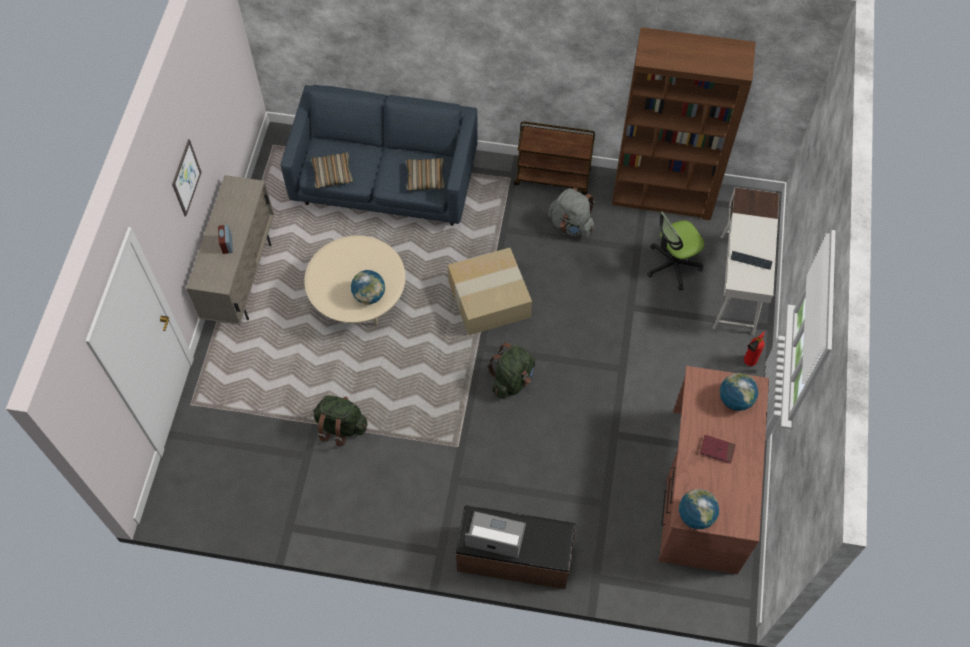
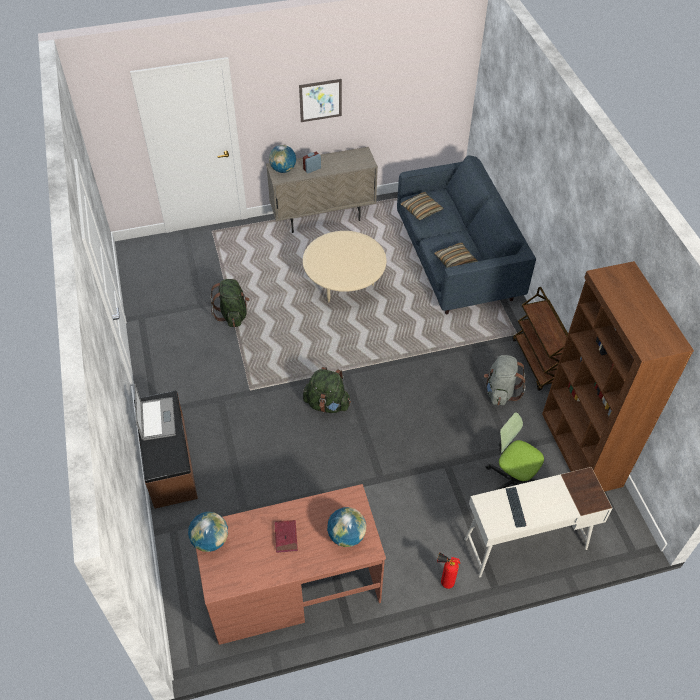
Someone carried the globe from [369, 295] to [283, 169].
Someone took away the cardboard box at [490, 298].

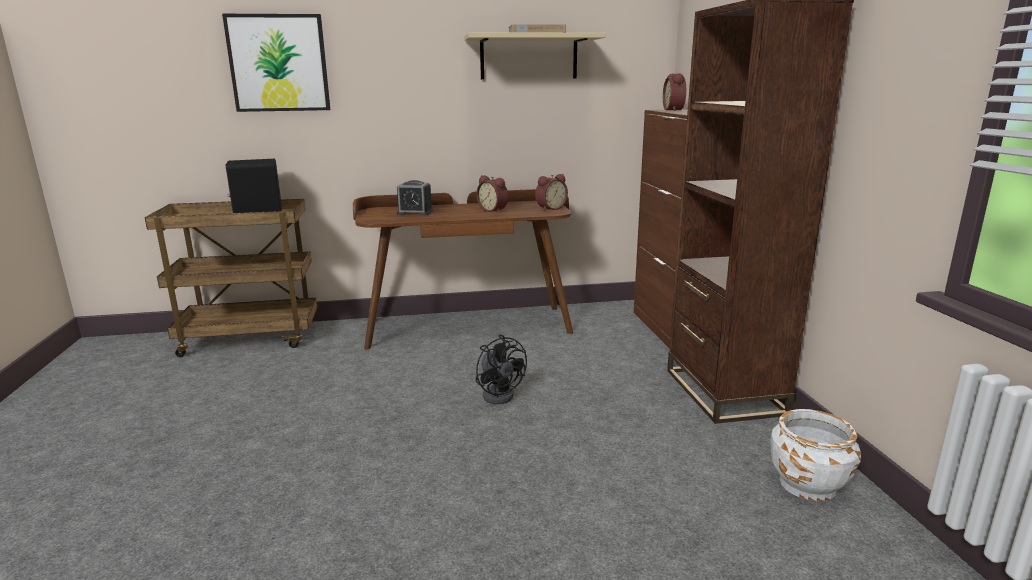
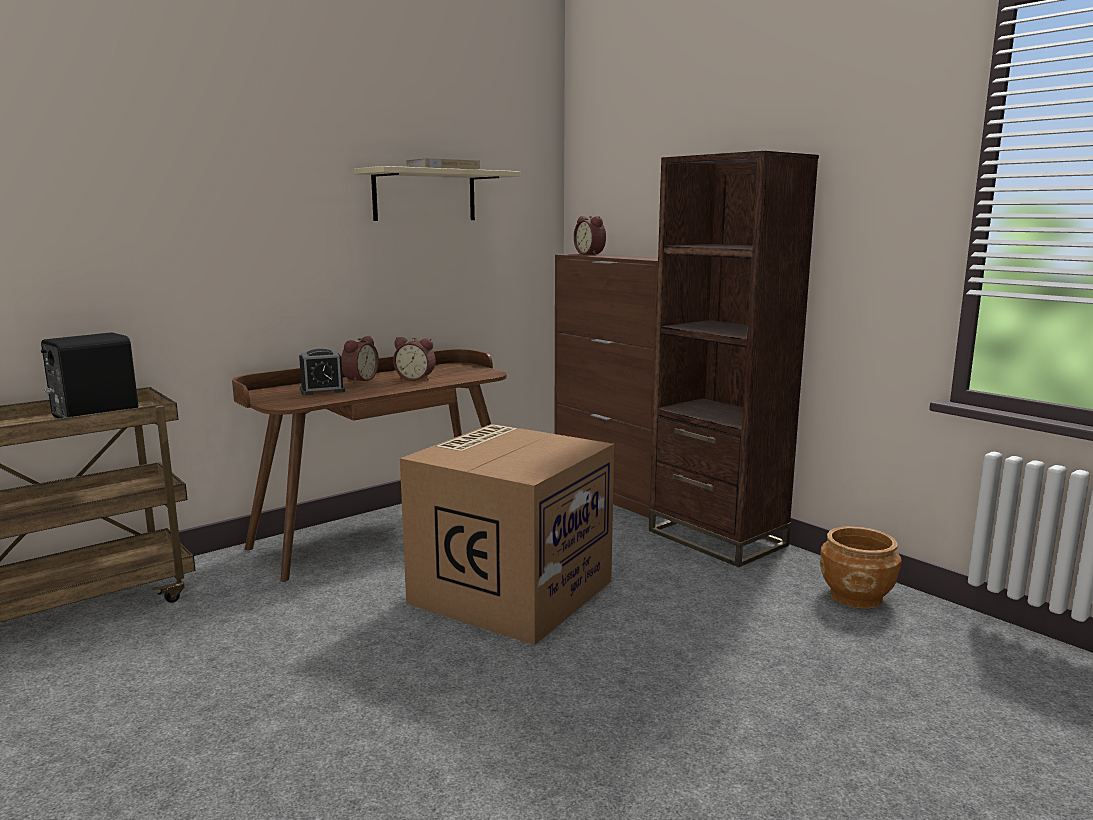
Someone carried the alarm clock from [550, 208] to [359, 380].
Someone swapped the electric fan in black-coloured at [500, 393] for the cardboard box at [511, 590].
Someone repainted the flower pot in white at [807, 484], which became the flower pot in brownish at [856, 597].
Someone took away the wall picture at [279, 63].

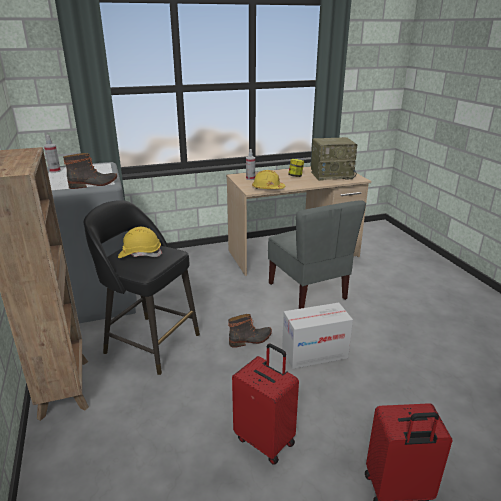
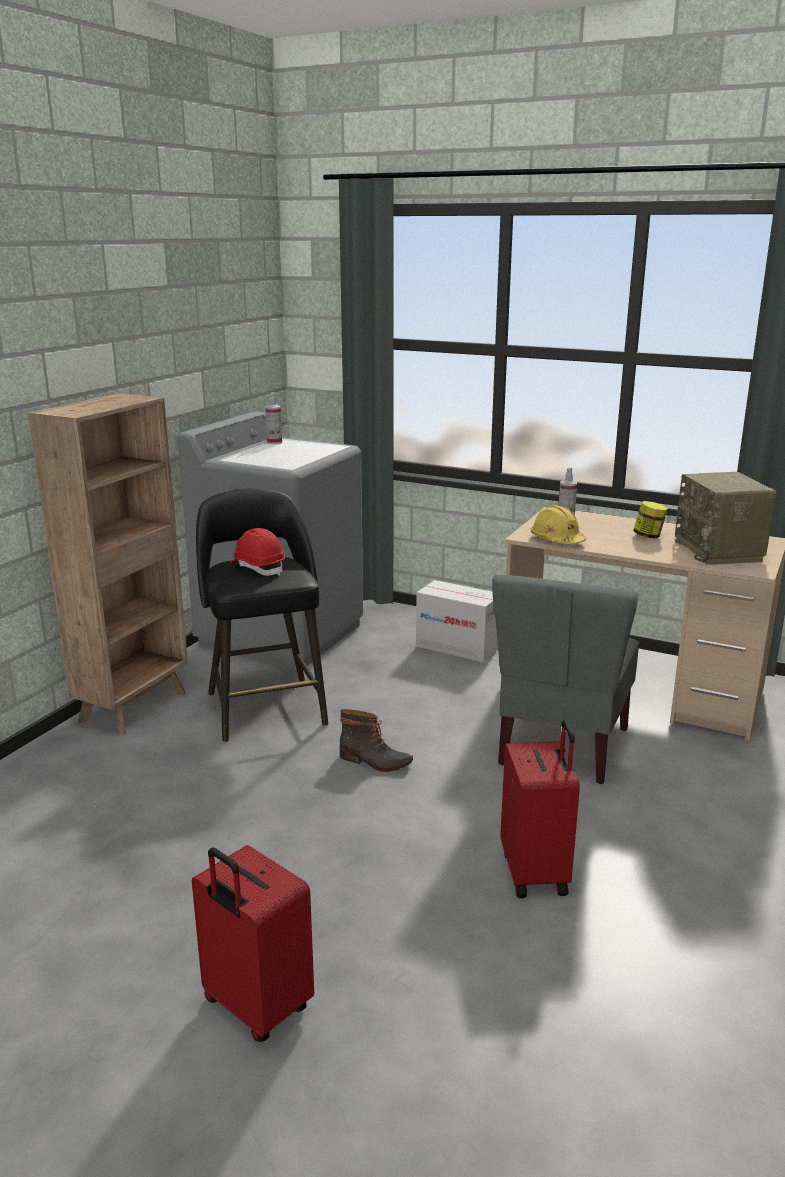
Someone repainted the safety helmet in yellow at [140, 254], which became the safety helmet in reddish at [258, 568].
Someone carried the cardboard box from [314, 353] to [457, 647].
Someone carried the suitcase in reddish from [265, 440] to [536, 872].
Someone rotated the radio receiver at [332, 175] by 45 degrees clockwise.
Someone took away the boot at [94, 184].

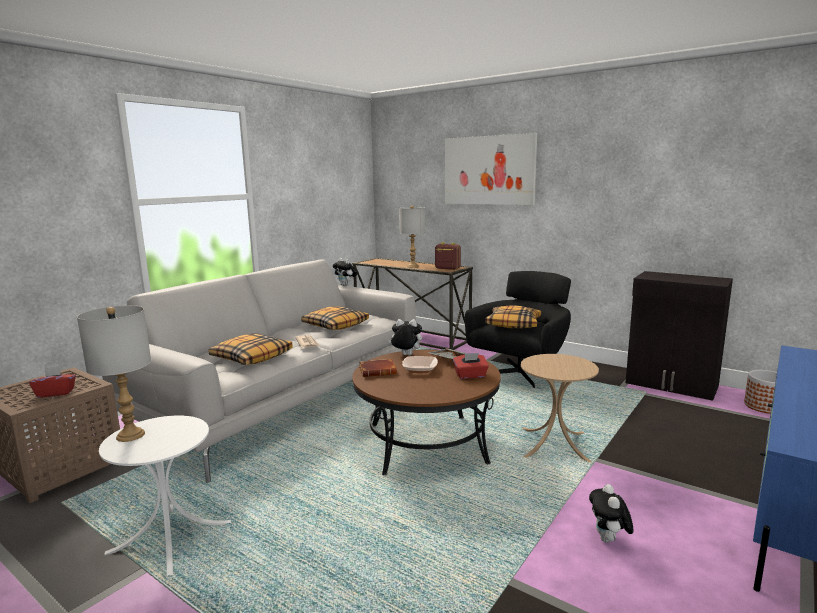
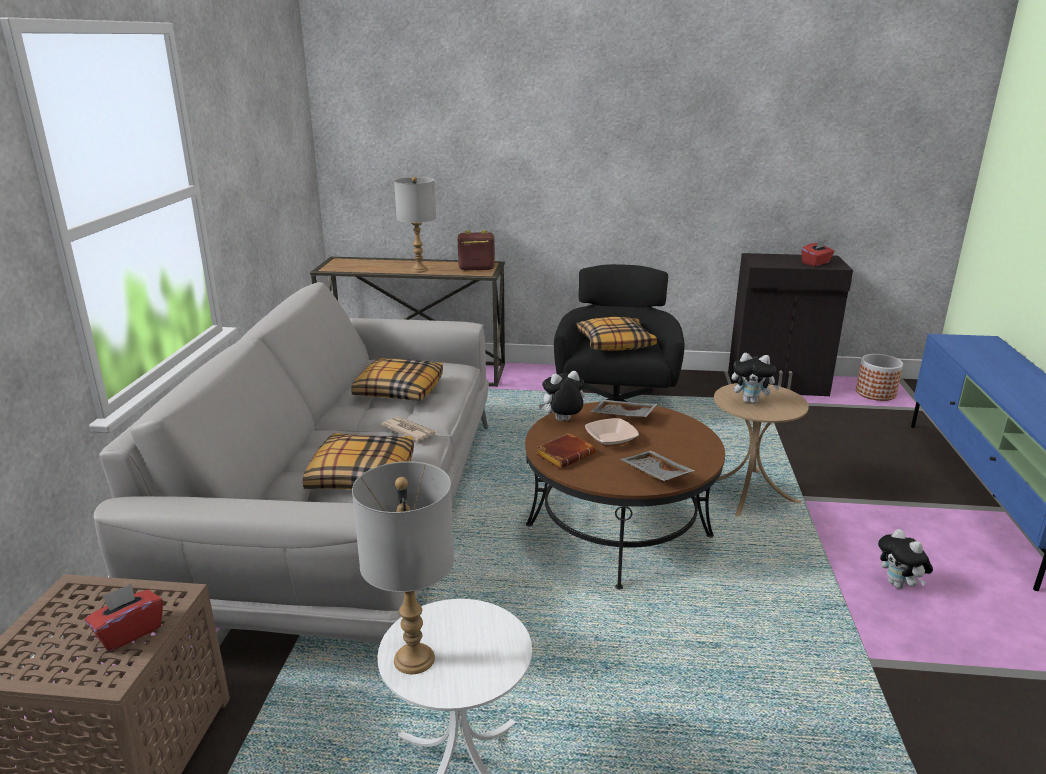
Someone put down the serving tray in grey at [654, 474].
Someone carried the soft toy from [345, 285] to [751, 401].
Someone carried the tissue box in reddish from [470, 375] to [816, 263].
Someone took away the wall picture at [489, 170].

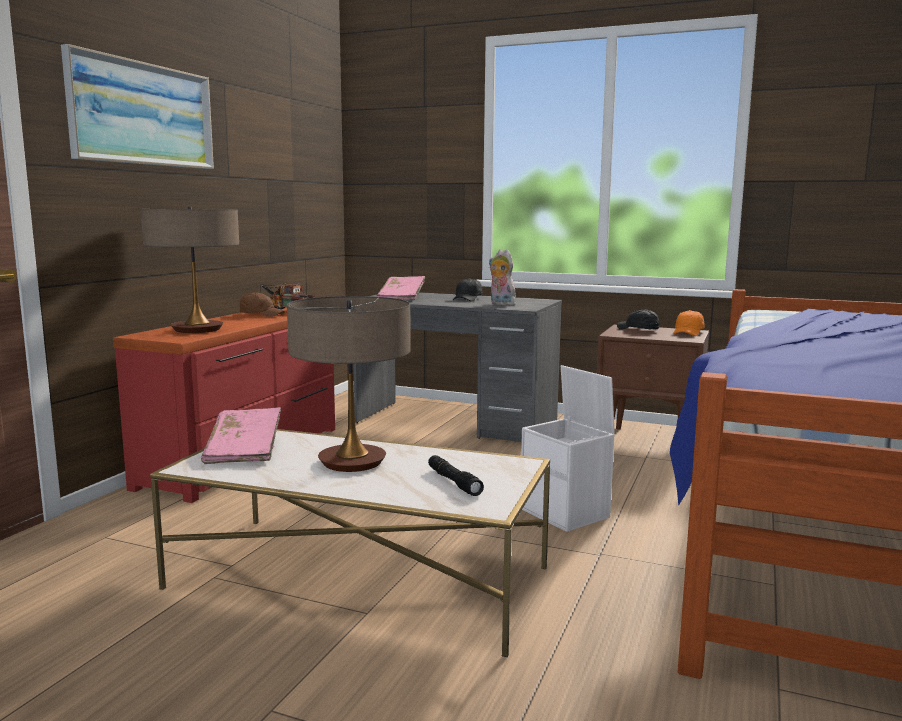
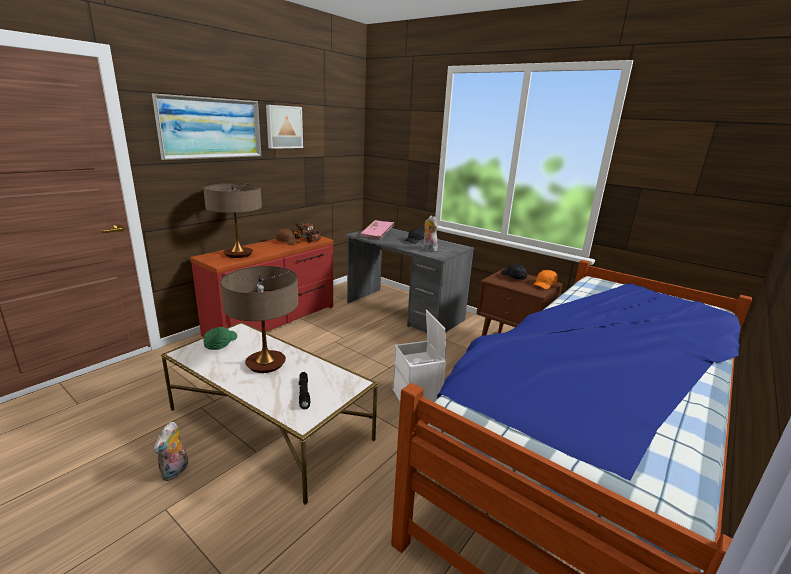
Someone put down the soft toy at [175, 472].
Someone swapped the book in pinkish at [244, 450] for the cap in green-coloured at [220, 343].
Someone put up the wall picture at [283, 127].

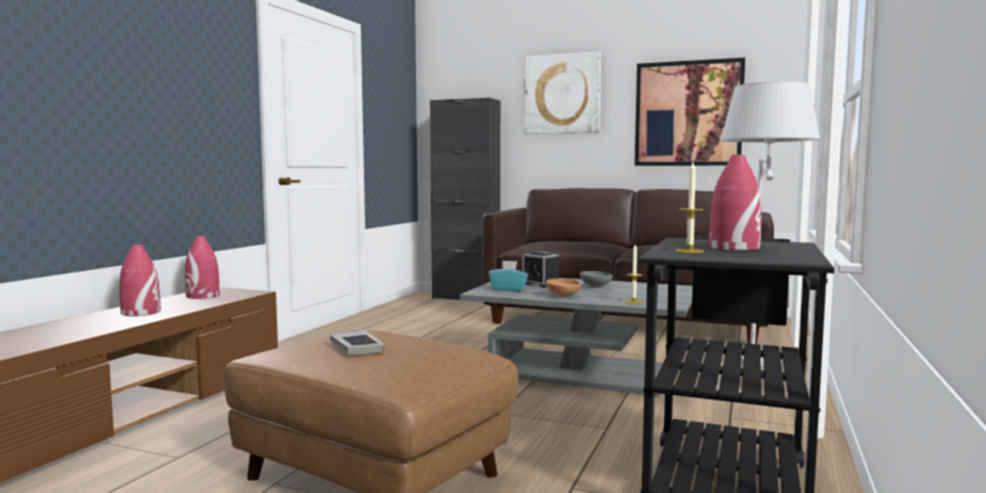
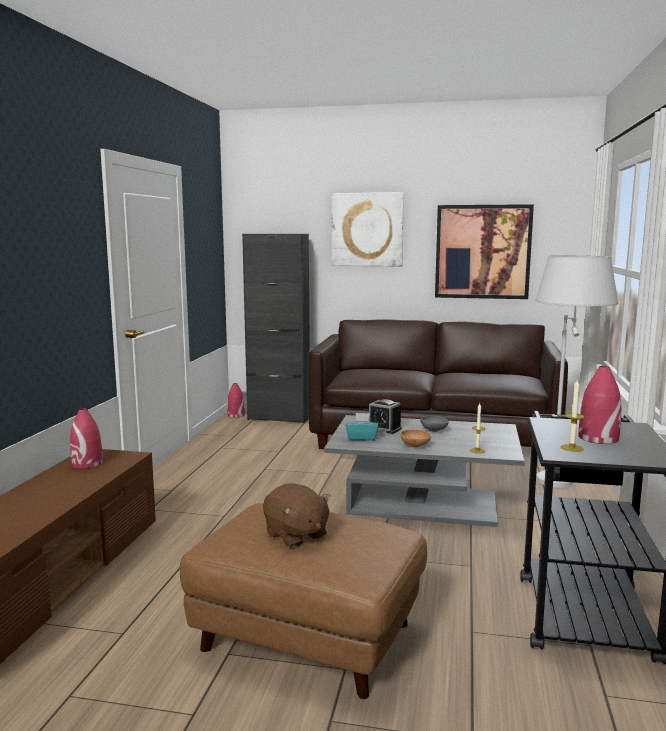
Someone carried the decorative vase in reddish from [140, 312] to [235, 415].
Someone swapped the book at [356, 348] for the soft toy in brownish at [296, 535].

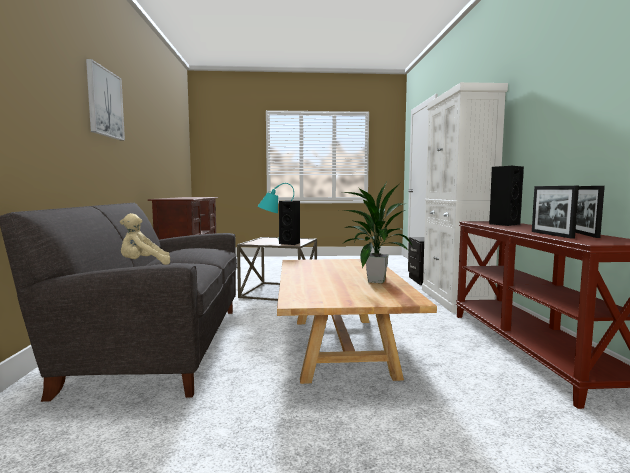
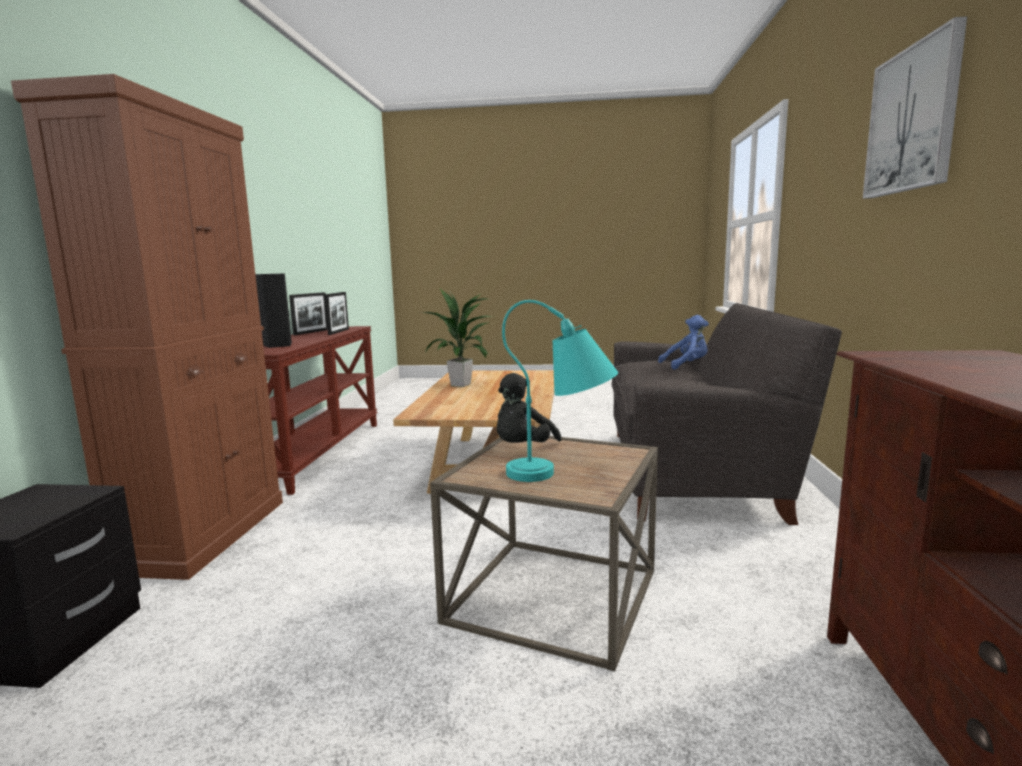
Someone repainted the cabinet in white at [455, 300], which became the cabinet in brownish at [204, 534].
Someone swapped the audio speaker in black-coloured at [291, 243] for the soft toy in black-coloured at [523, 449].
Someone repainted the soft toy in beige-coloured at [143, 265], which became the soft toy in blue-coloured at [686, 365].

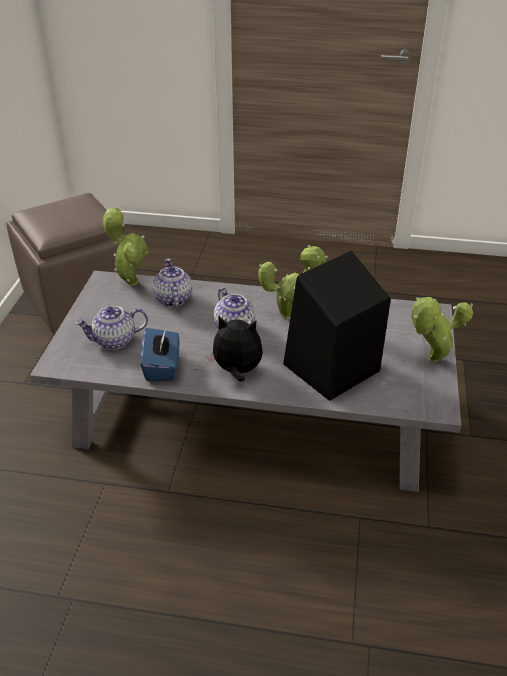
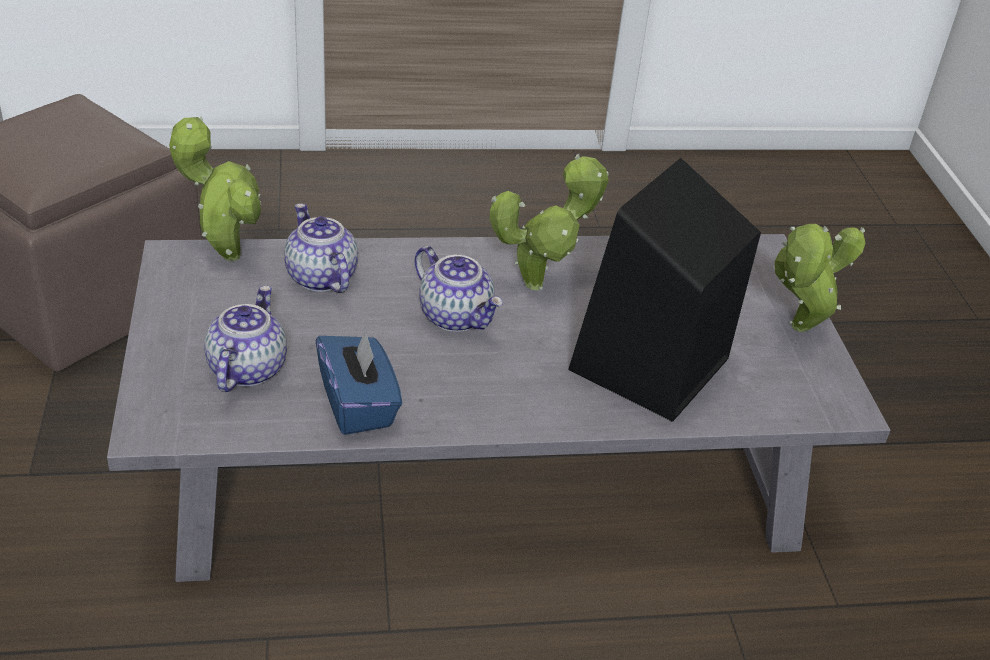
Someone rotated the pot for tea at [114, 341] by 135 degrees clockwise.
Someone took away the soft toy at [237, 371].

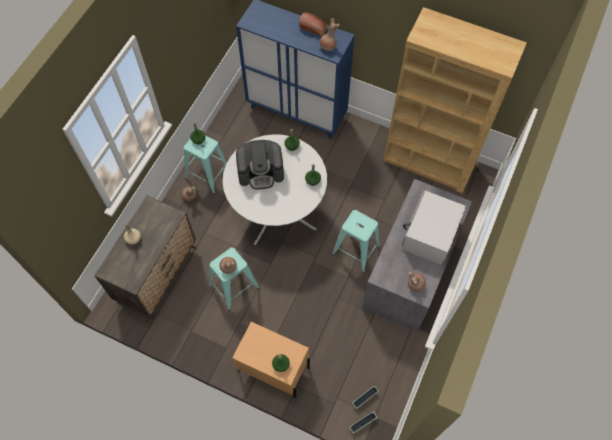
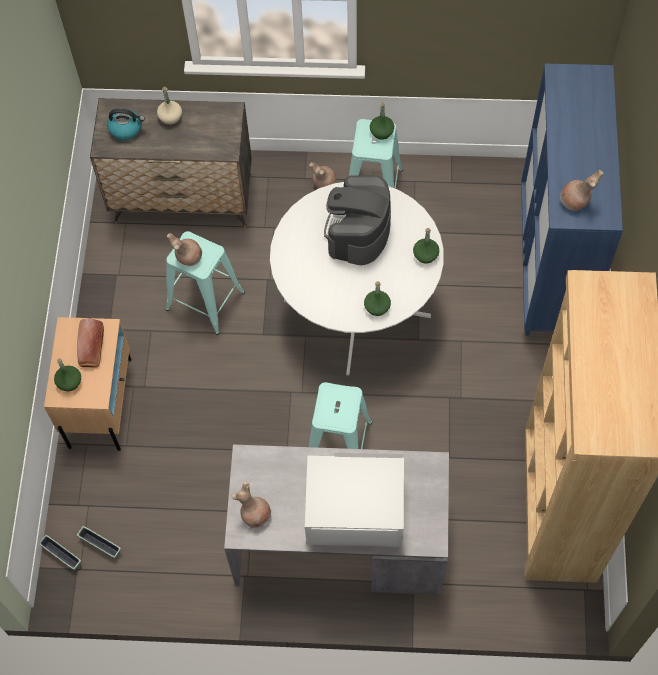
Someone carried the bakery bread from [314, 28] to [91, 349].
Someone put down the water kettle at [126, 129].
Someone rotated the coffee machine at [261, 172] by 45 degrees clockwise.

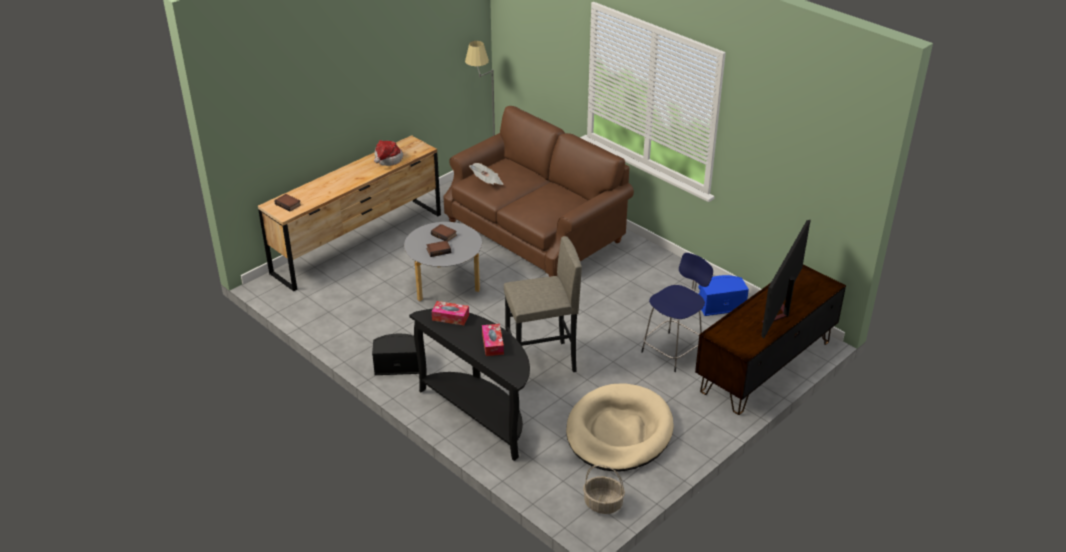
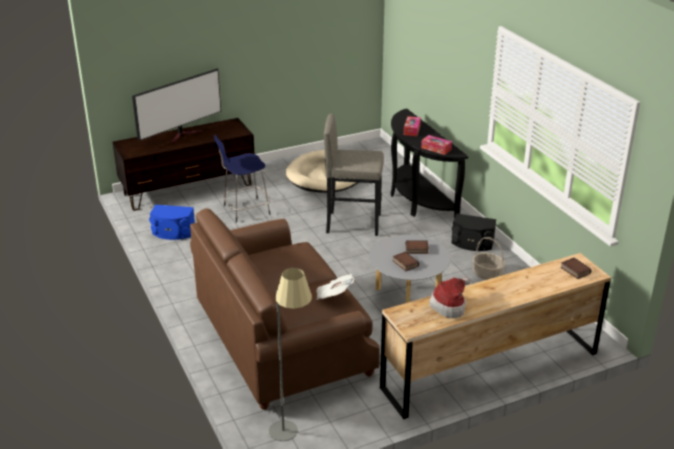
Someone carried the basket from [602, 504] to [487, 274].

